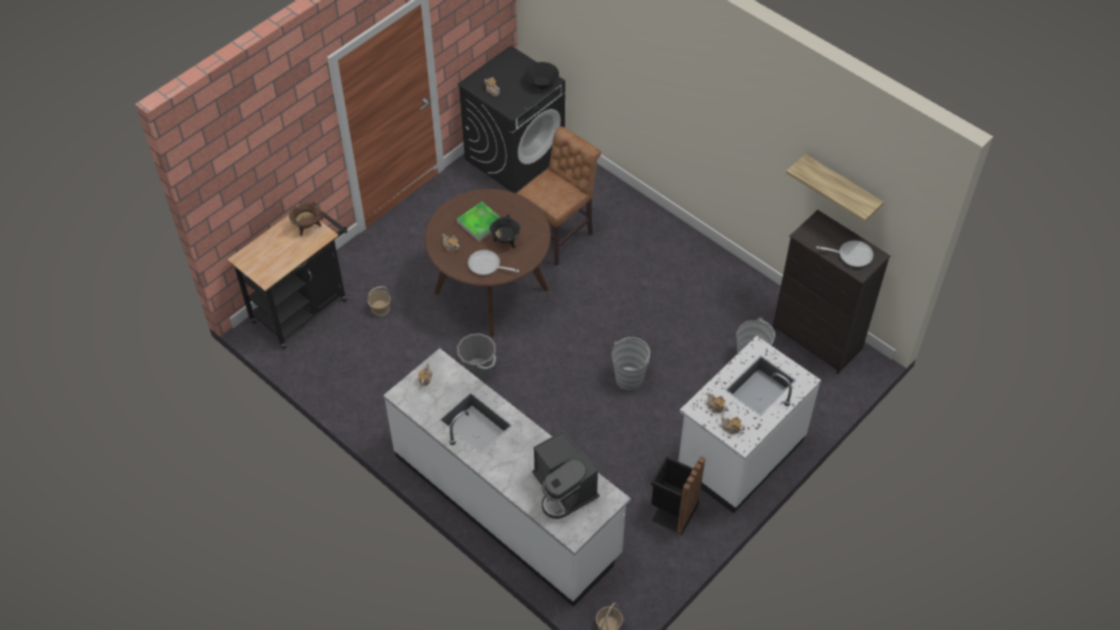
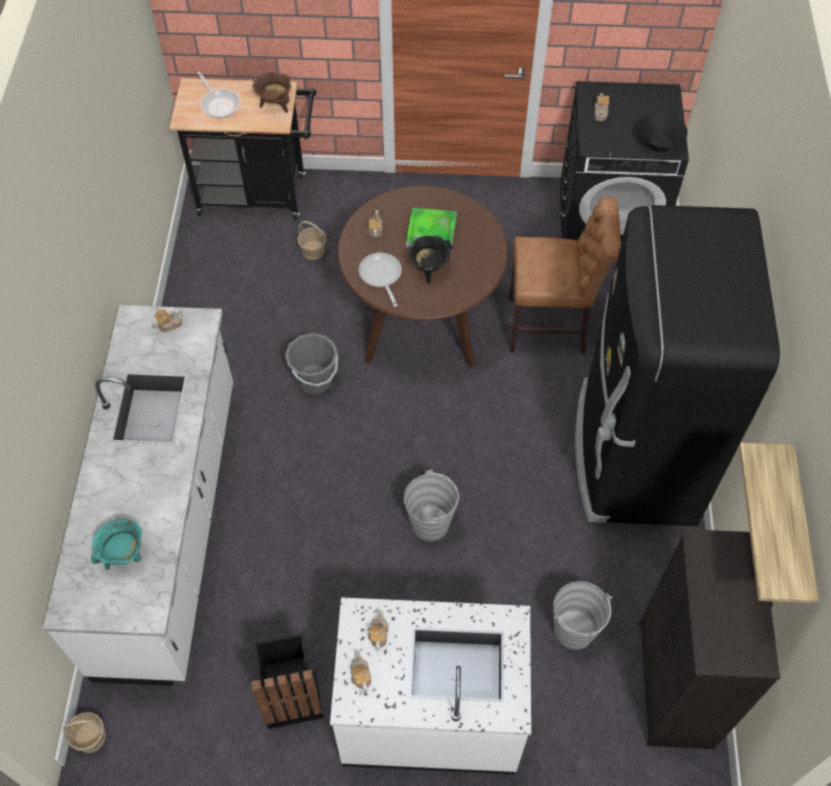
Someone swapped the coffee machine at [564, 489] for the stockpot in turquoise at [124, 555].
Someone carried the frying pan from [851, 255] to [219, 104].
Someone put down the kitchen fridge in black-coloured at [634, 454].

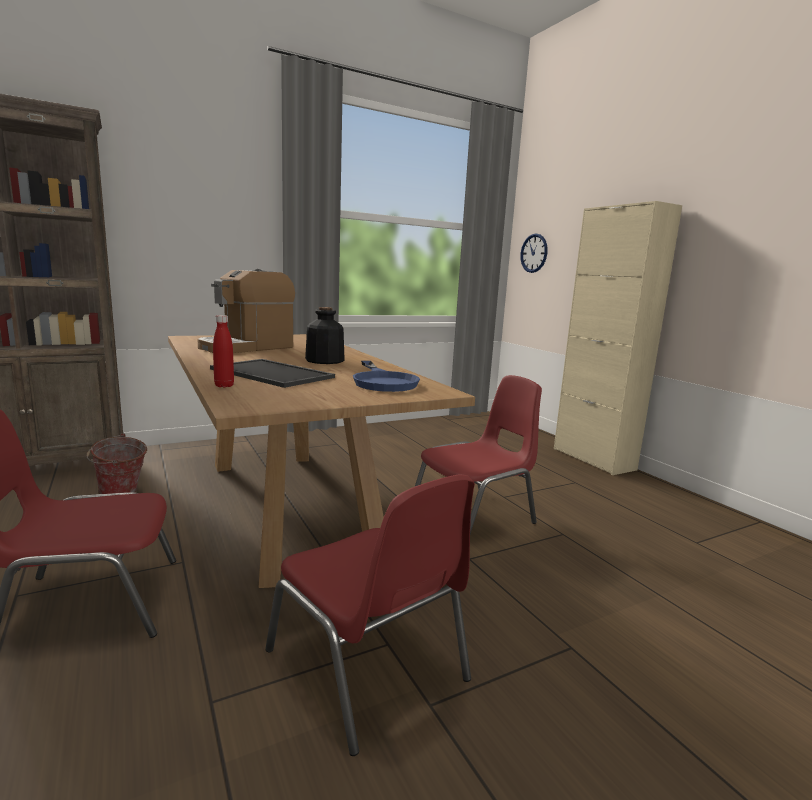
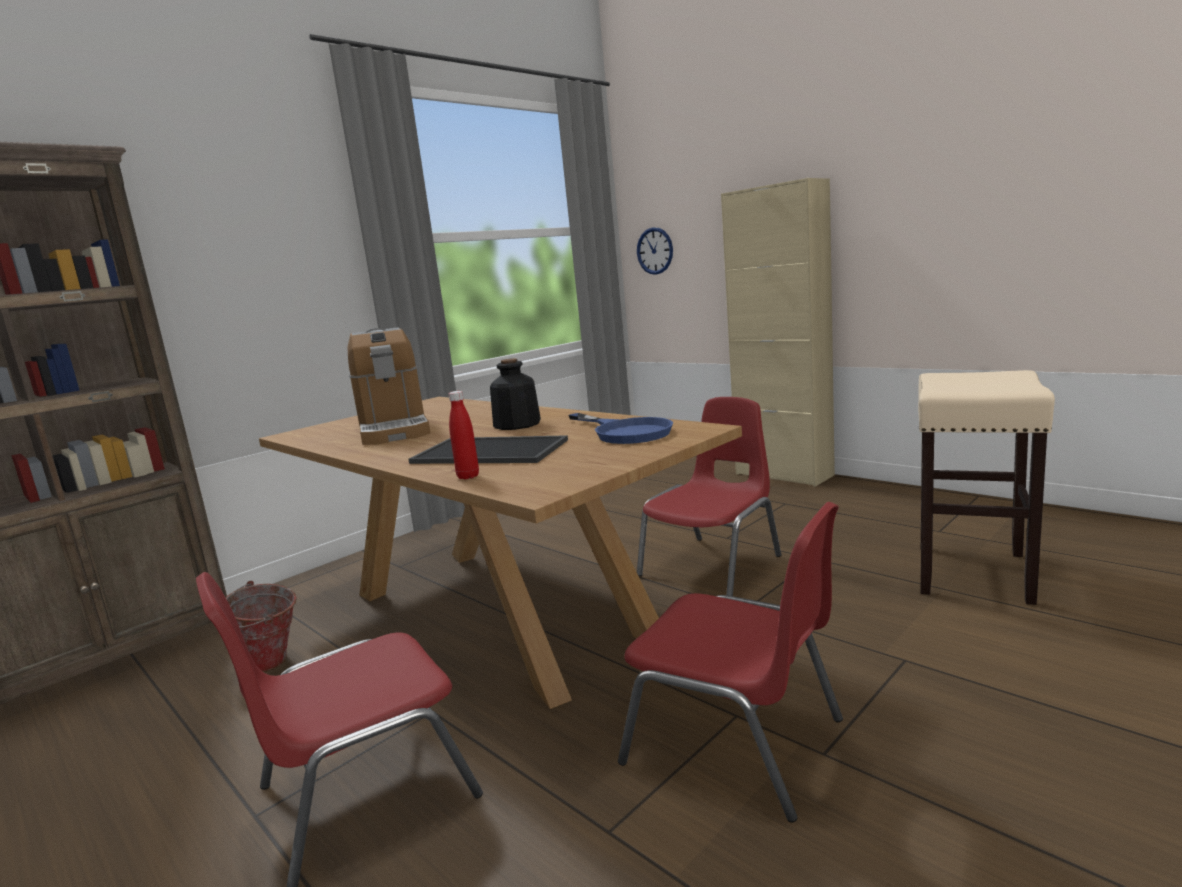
Someone rotated the coffee machine at [247, 347] by 45 degrees counterclockwise.
Someone put down the sitting stool in beige-coloured at [973, 574].

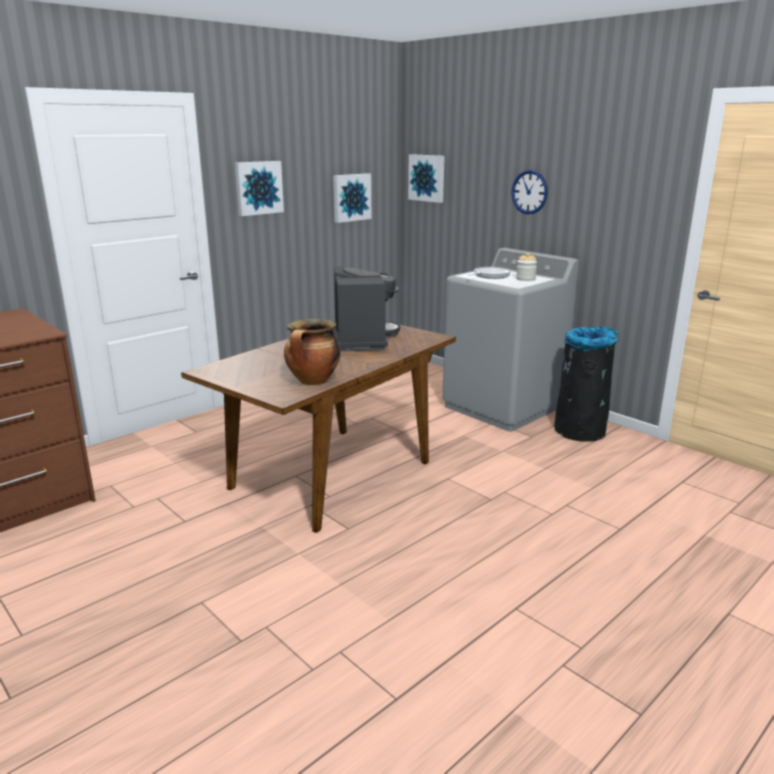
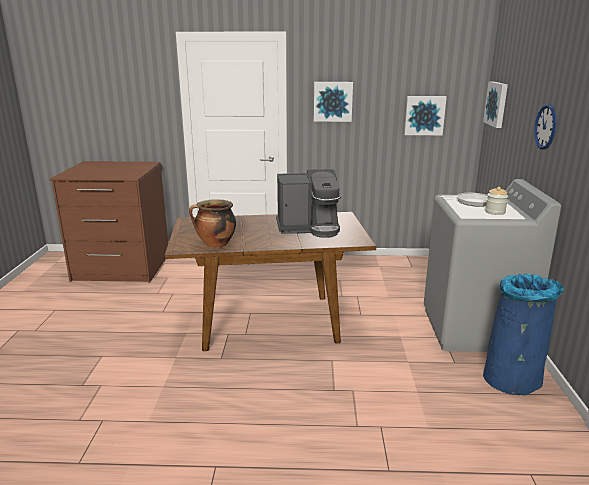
Someone rotated the coffee machine at [362, 339] by 45 degrees clockwise.
Someone repainted the trash can in black-coloured at [580, 429], which became the trash can in blue-coloured at [512, 378].

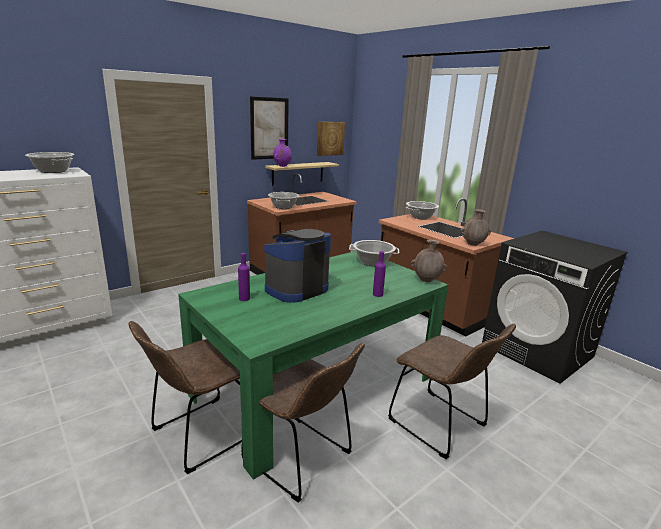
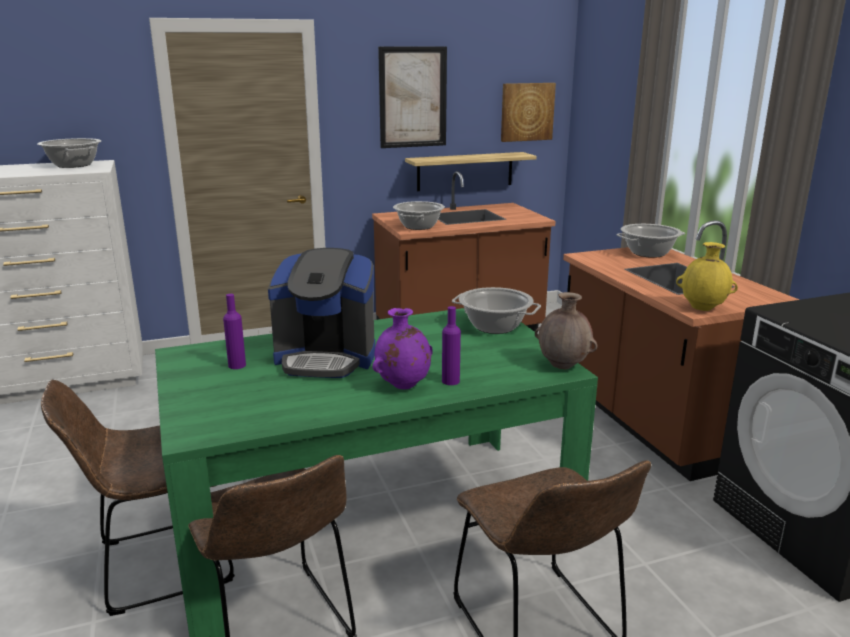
Someone rotated the coffee machine at [295, 289] by 150 degrees counterclockwise.
Someone carried the decorative vase in purple-coloured from [282, 166] to [403, 386].
Someone repainted the decorative vase in brownish at [473, 244], which became the decorative vase in yellow at [703, 308].

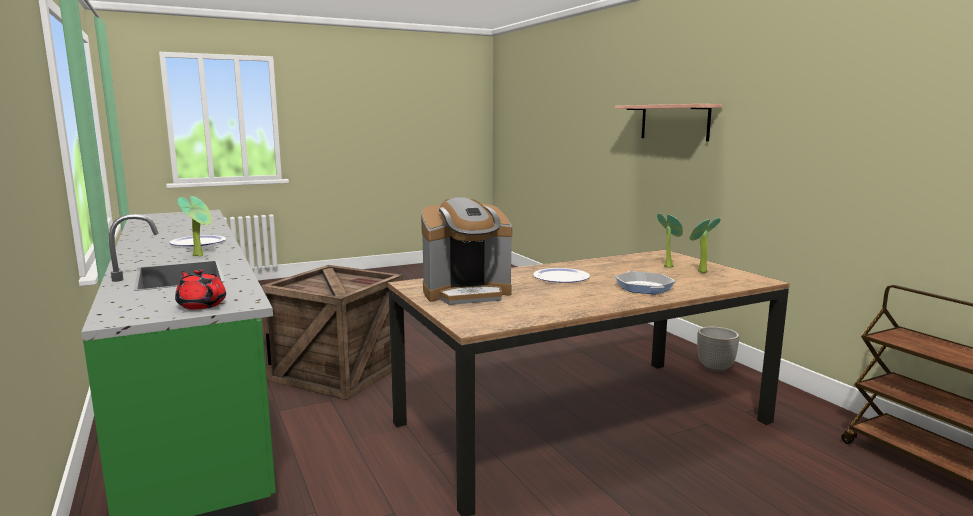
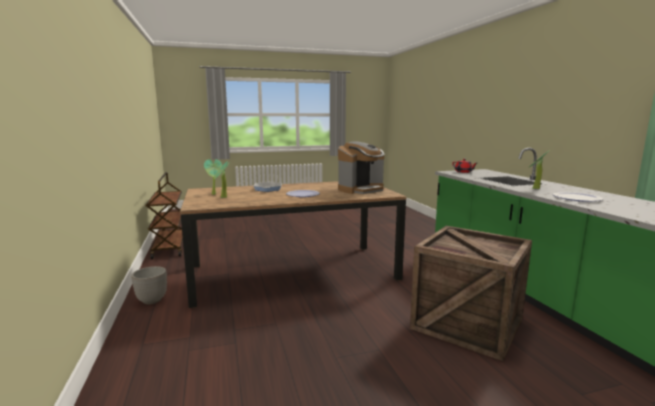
Someone rotated the coffee machine at [466, 293] by 150 degrees clockwise.
Someone took away the shelf at [674, 122].

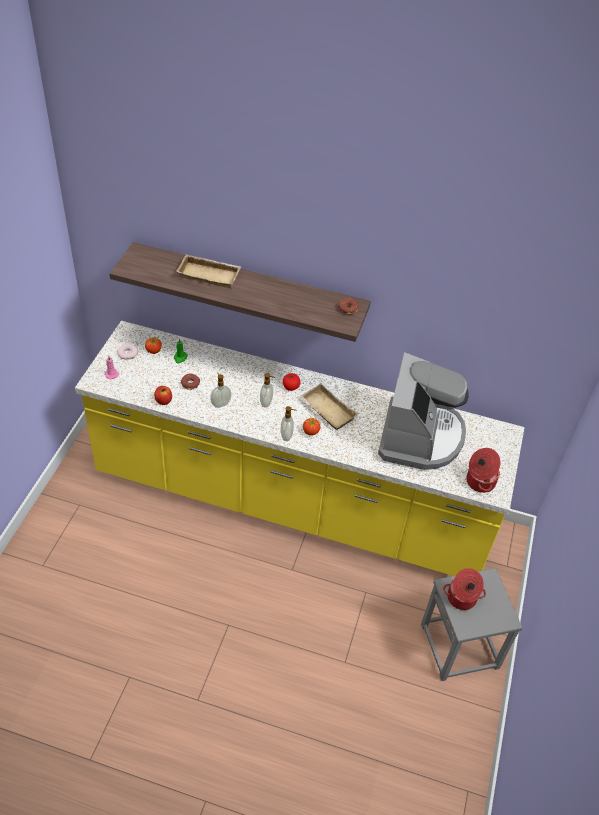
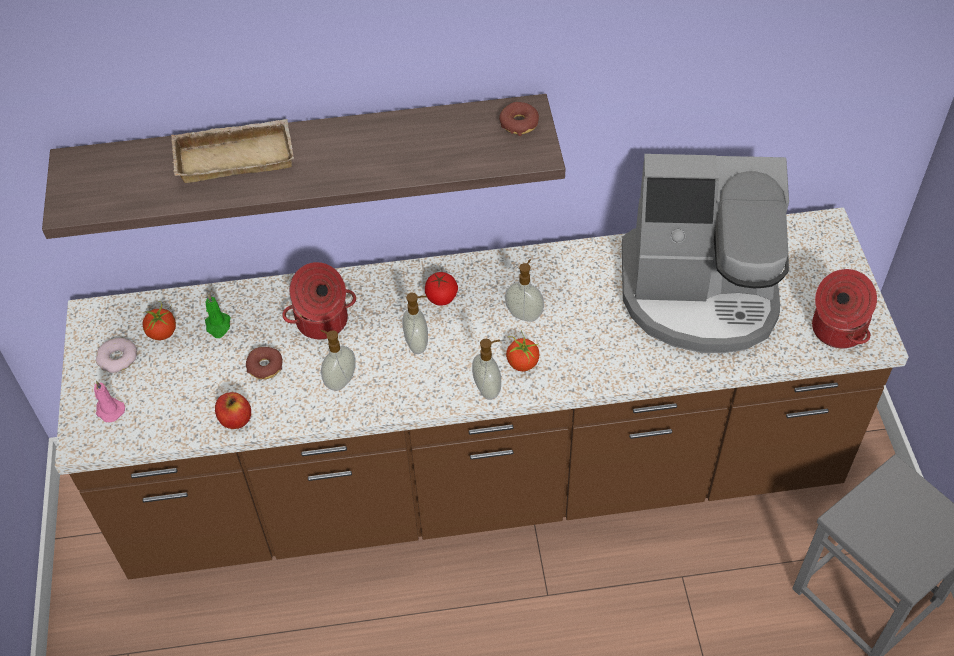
Someone repainted the counter in yellow at [291, 502], which became the counter in brownish at [482, 481].
Someone carried the stockpot from [461, 598] to [322, 322].
Someone swapped the serving tray in beige-coloured at [326, 410] for the soap dispenser at [524, 314].
Someone rotated the coffee machine at [420, 437] by 105 degrees clockwise.

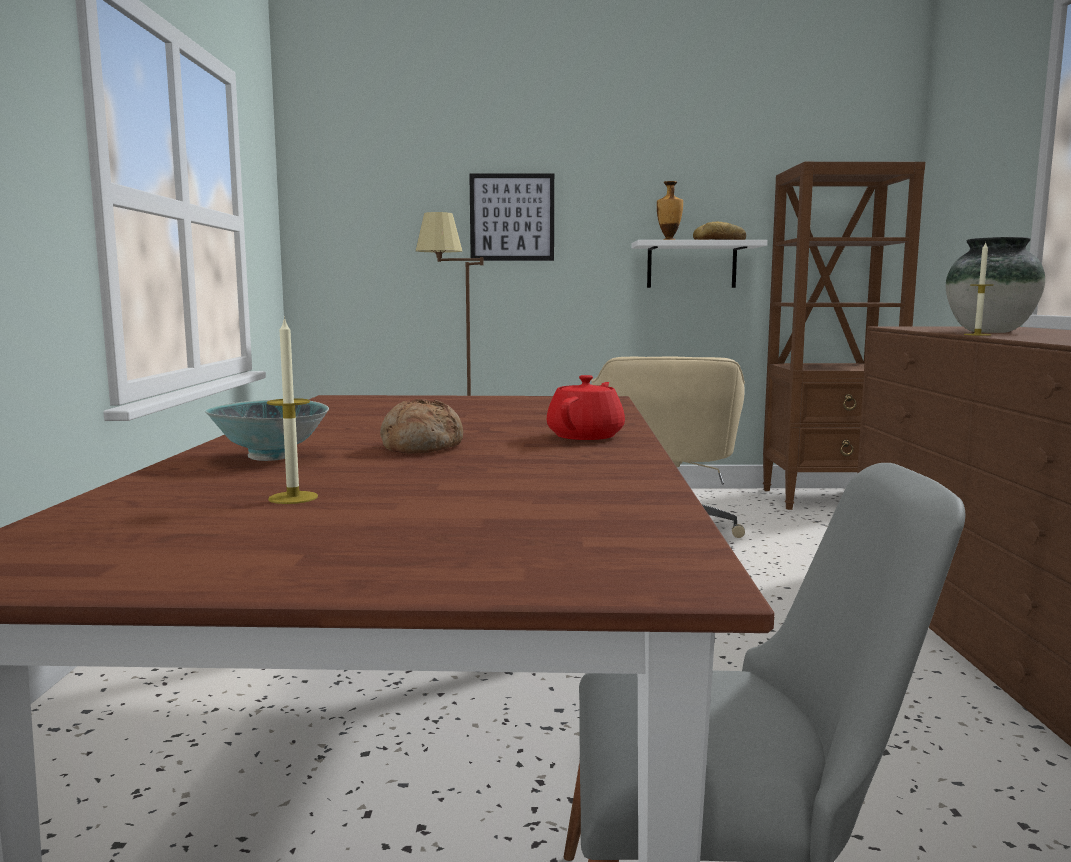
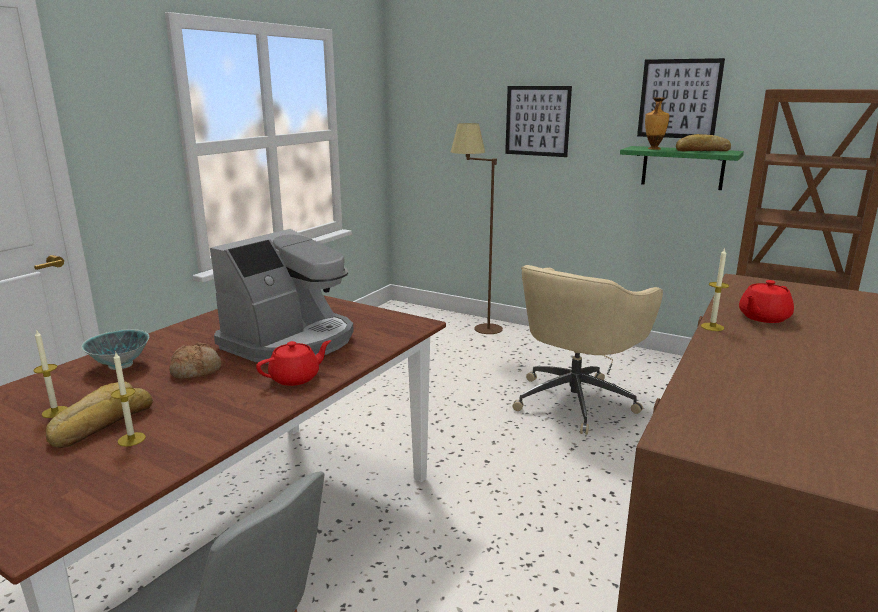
Someone put down the bakery bread at [100, 423].
Someone put down the wax light at [131, 439].
Someone put down the coffee machine at [290, 341].
Someone repainted the shelf in white at [691, 265], which became the shelf in green-coloured at [682, 167].
Someone put up the wall picture at [679, 99].
Someone swapped the decorative vase at [990, 332] for the pot for tea in reddish at [763, 317].

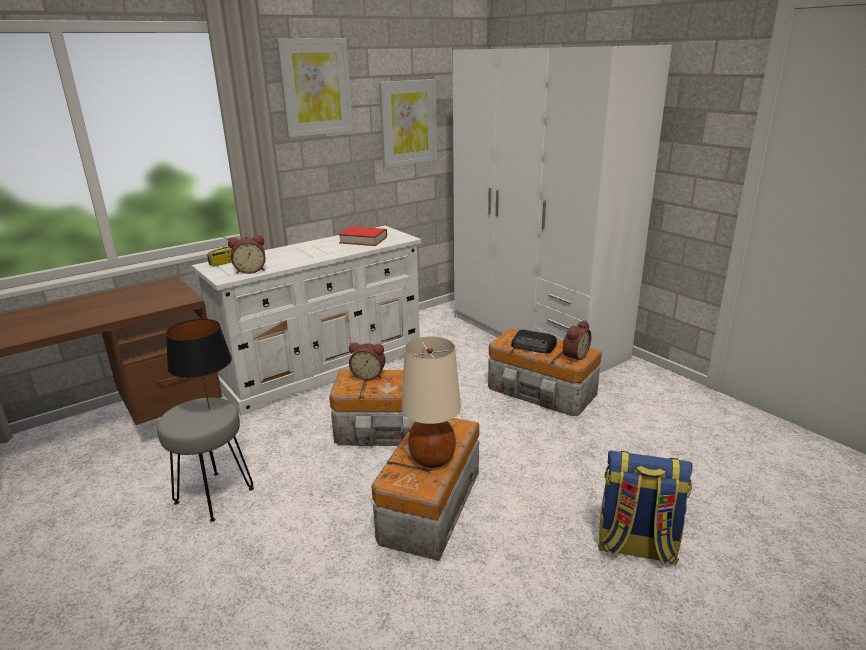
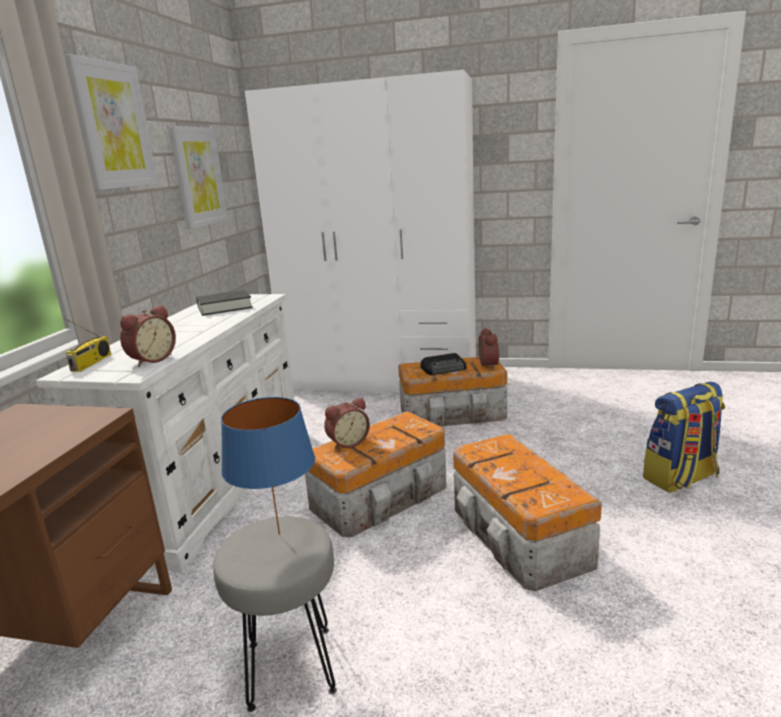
Someone repainted the book in reddish at [363, 240], which became the book in black-coloured at [224, 307].
Someone repainted the table lamp in black-coloured at [210, 409], which became the table lamp in blue-coloured at [279, 533].
Someone took away the table lamp in beige-coloured at [432, 459].

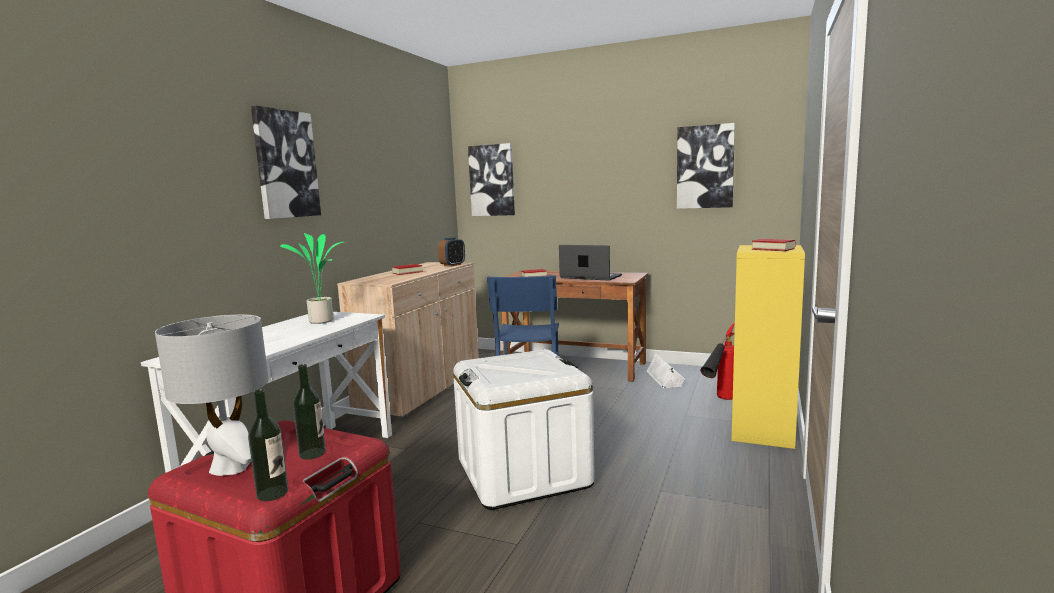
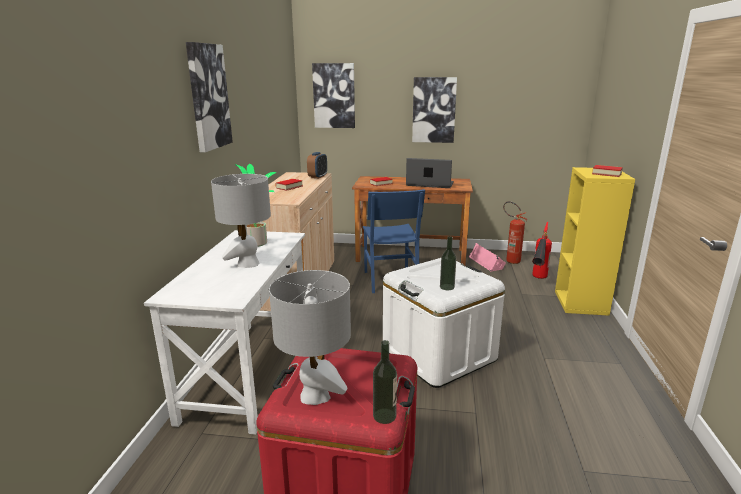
Someone put down the table lamp in grey at [248, 264].
Someone carried the wall picture from [705, 167] to [434, 110].
Someone carried the drink bottle from [312, 453] to [447, 287].
Someone repainted the audio speaker in white at [665, 378], which became the audio speaker in pinkish at [487, 262].
Someone put down the extinguisher at [510, 260].

